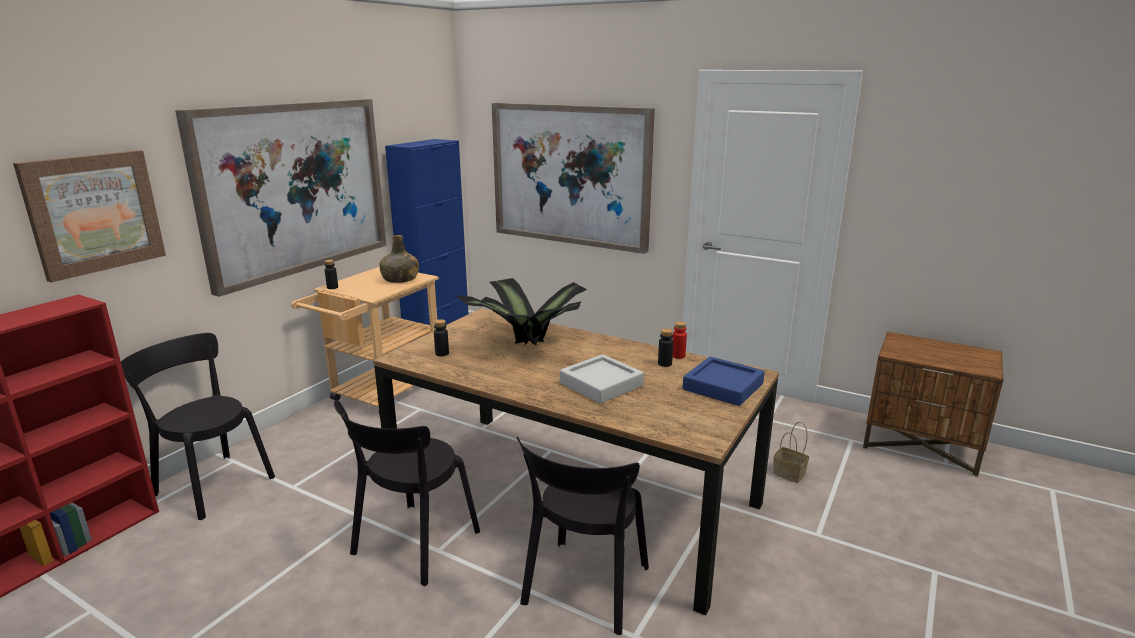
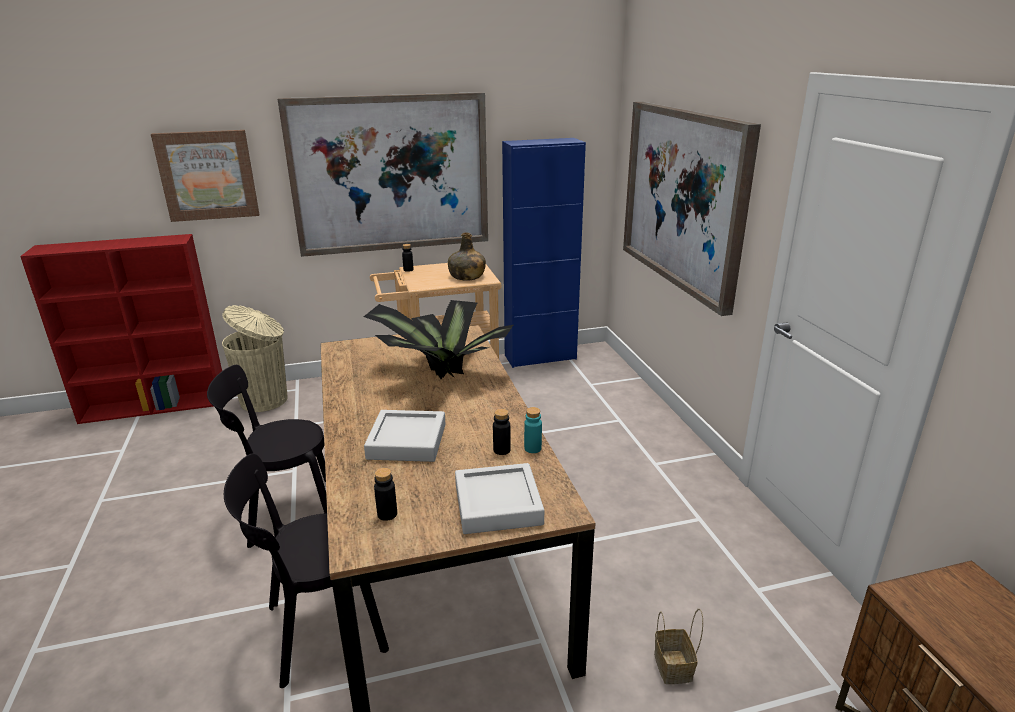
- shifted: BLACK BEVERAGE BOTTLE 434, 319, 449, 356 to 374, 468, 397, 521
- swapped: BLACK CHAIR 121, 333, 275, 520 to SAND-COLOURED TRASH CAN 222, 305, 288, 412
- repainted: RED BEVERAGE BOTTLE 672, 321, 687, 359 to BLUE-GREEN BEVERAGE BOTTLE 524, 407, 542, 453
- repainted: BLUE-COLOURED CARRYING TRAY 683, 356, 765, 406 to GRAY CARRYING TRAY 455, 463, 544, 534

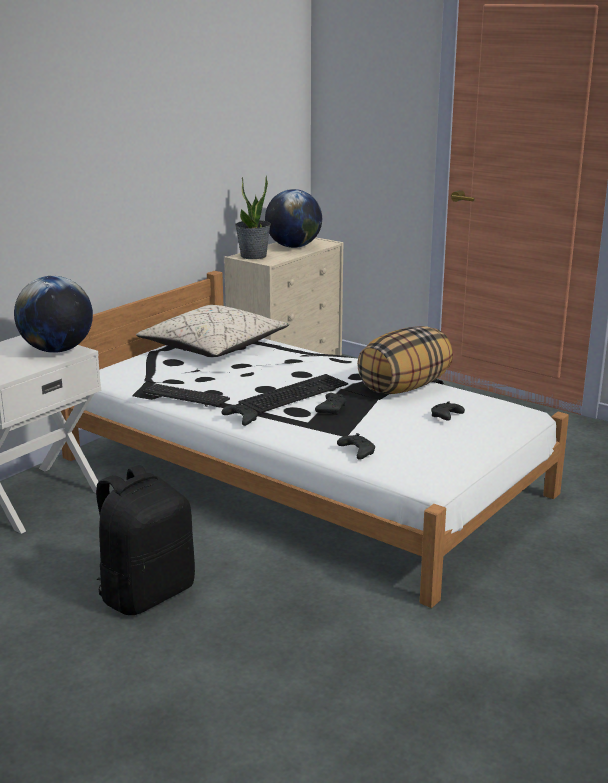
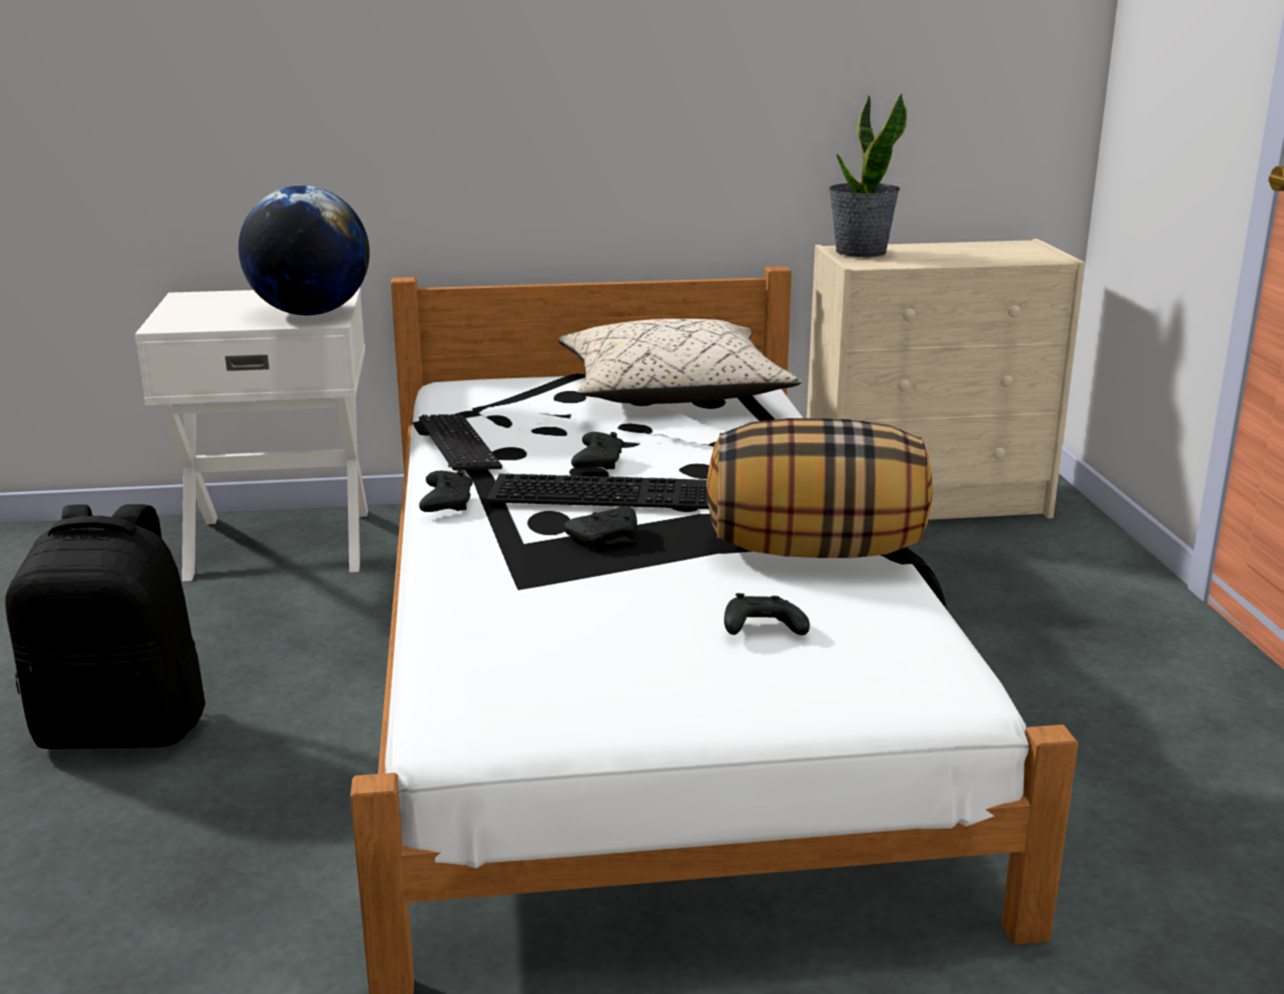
- gone: WORLD GLOBE 265, 189, 322, 248
- shifted: BLACK JOYPAD 337, 433, 375, 460 to 571, 432, 624, 470

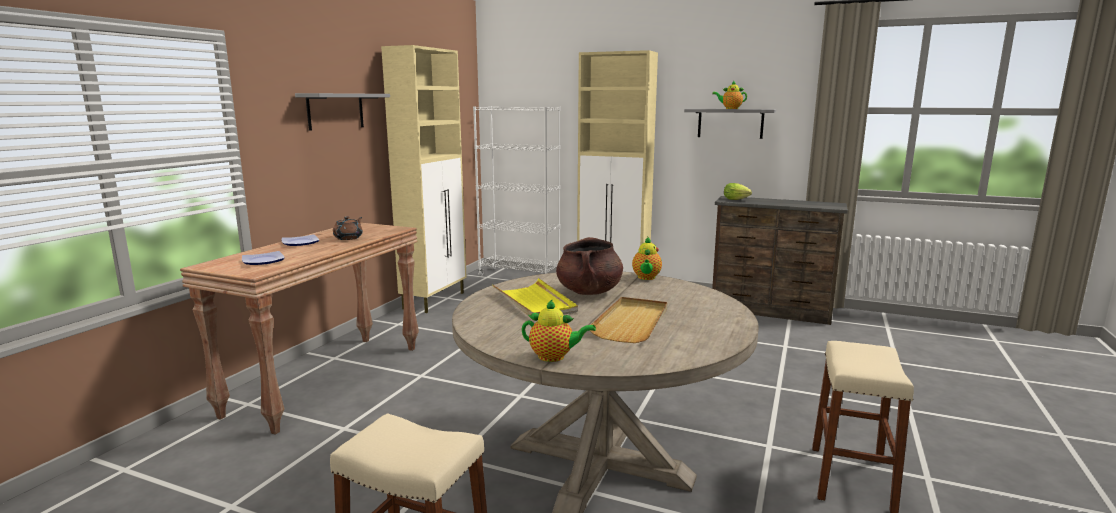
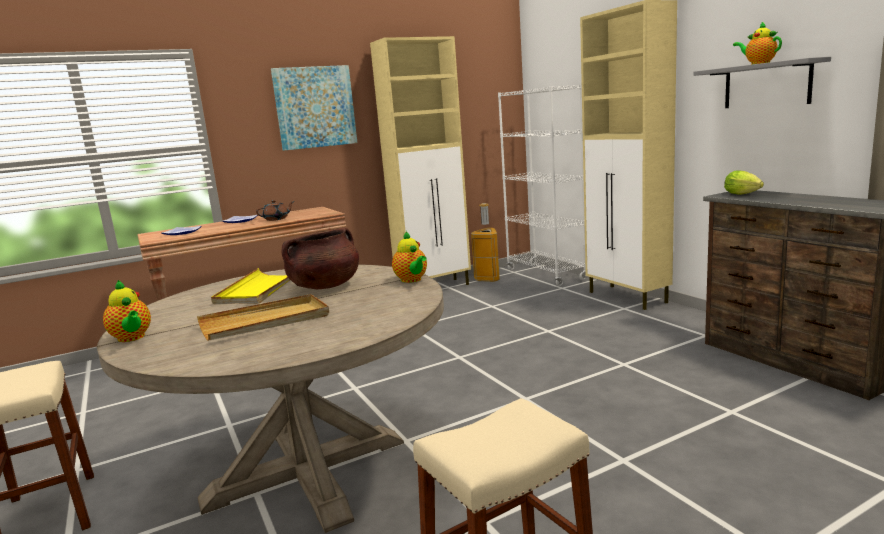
- new: TRASH CAN 471, 203, 500, 282
- swapped: GRAY SHELF 295, 93, 390, 131 to WALL PICTURE 271, 65, 357, 151
- rotated: TEA POT 632, 237, 662, 280 = 392, 231, 427, 283 75 degrees counterclockwise

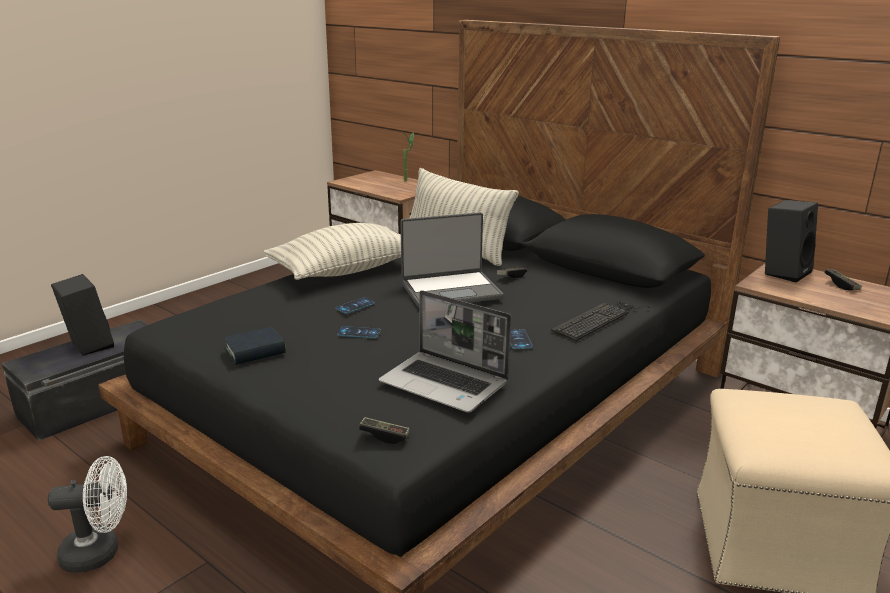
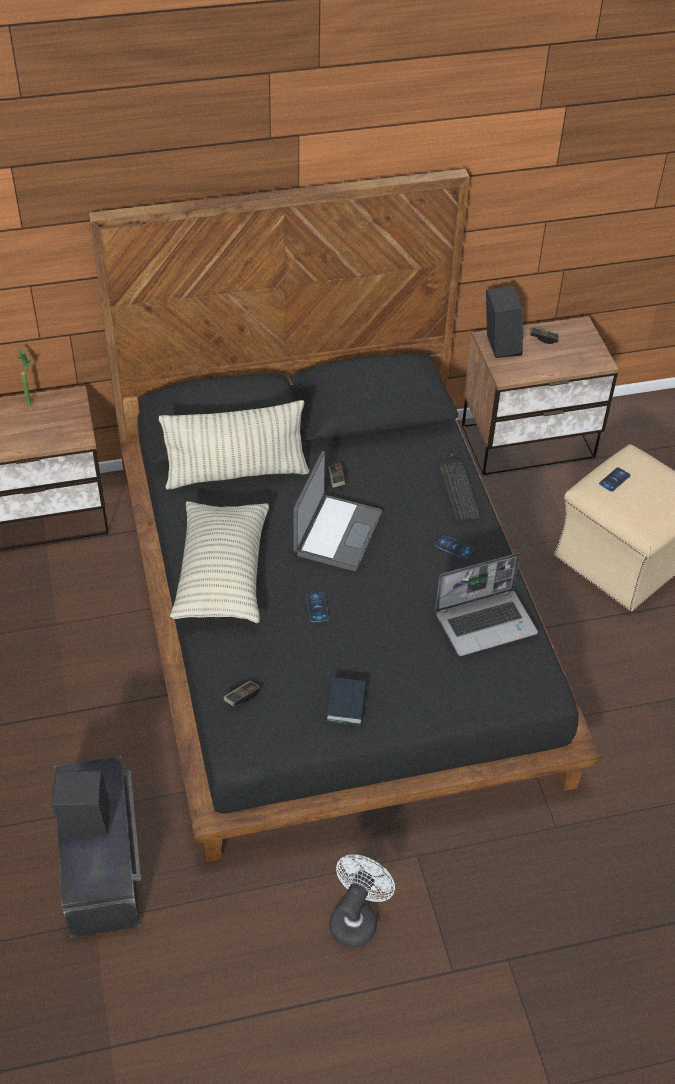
- shifted: PHONE 338, 326, 381, 338 to 599, 467, 631, 492
- shifted: JOYPAD 359, 417, 410, 444 to 224, 681, 261, 707

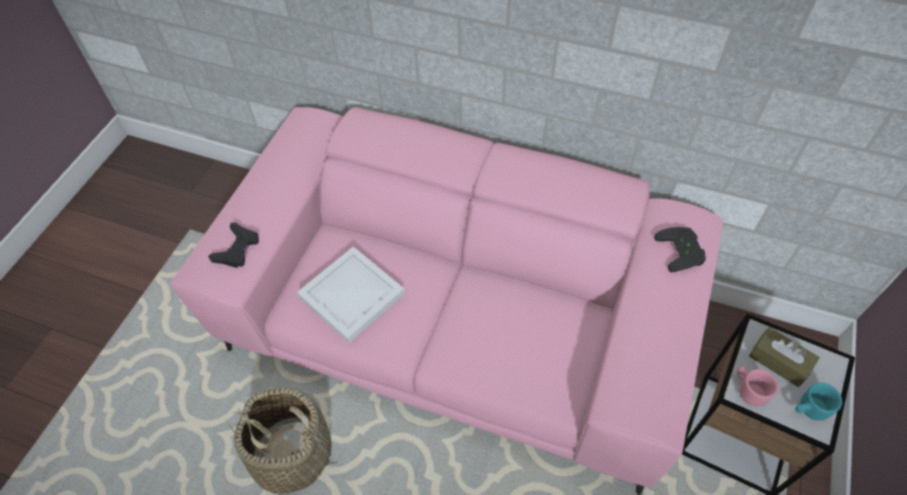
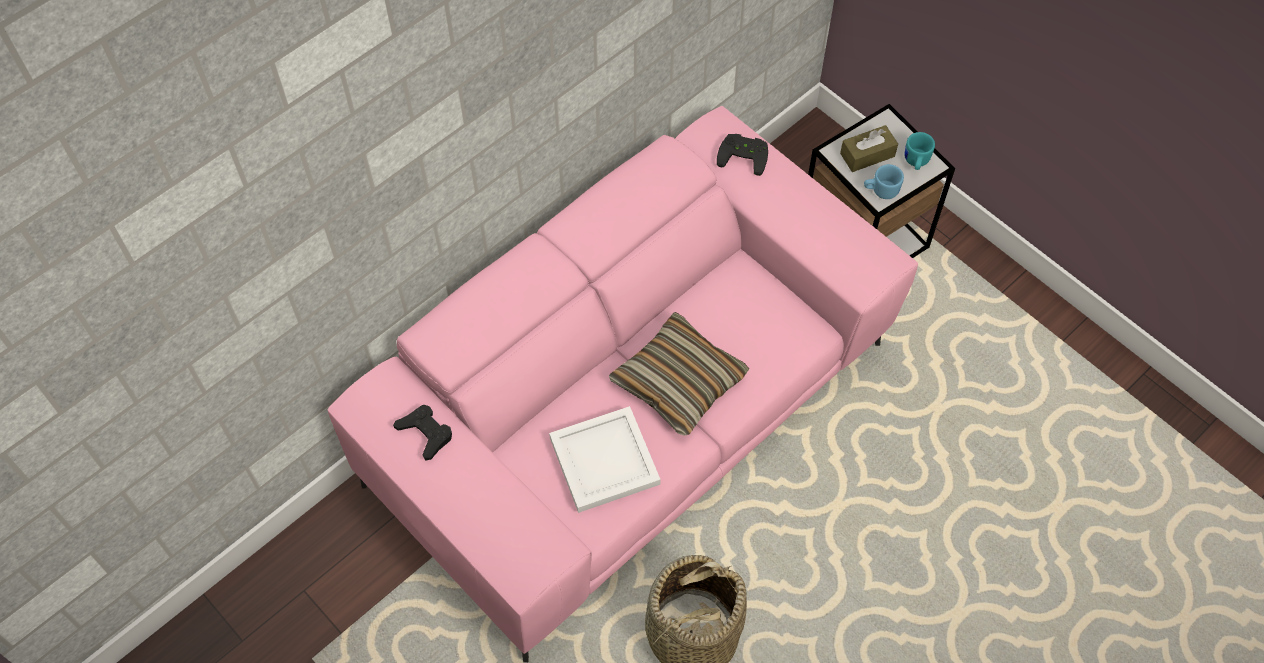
- new: THROW PILLOW 609, 312, 749, 436
- shifted: BLACK JOYPAD 208, 223, 259, 268 to 393, 405, 452, 461
- repainted: PINK TEA MUG 737, 366, 778, 407 to BLUE-COLOURED TEA MUG 864, 164, 904, 199

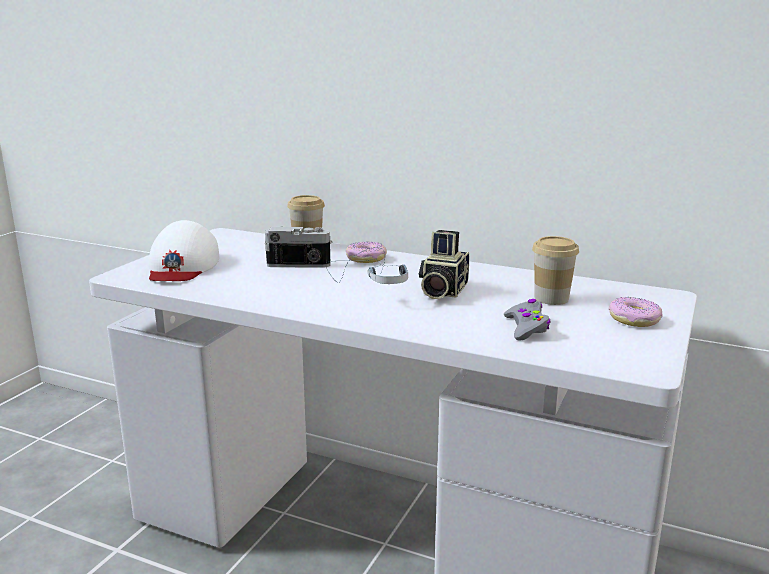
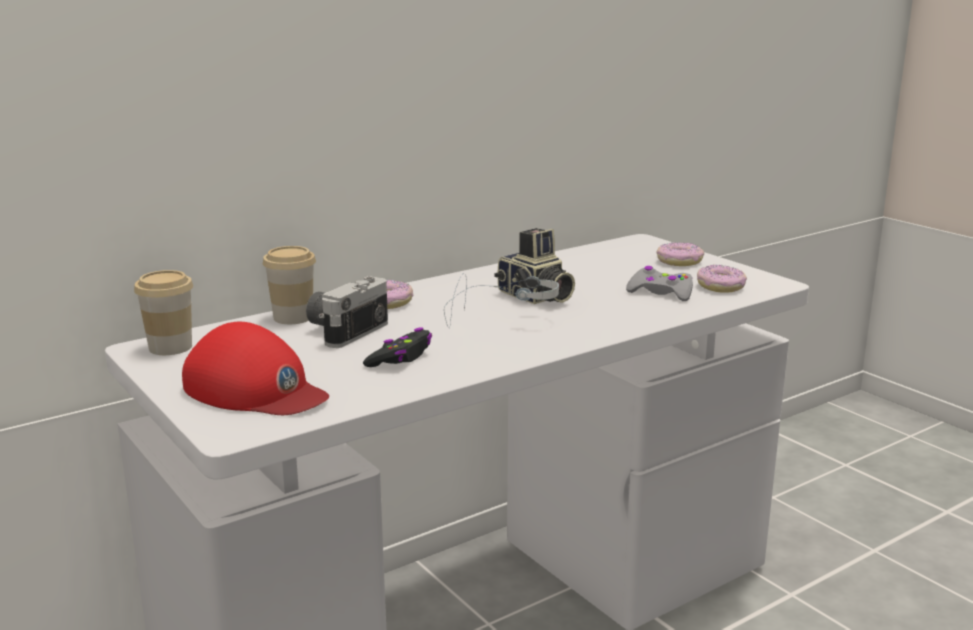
- new: BLACK JOYPAD 363, 327, 432, 367
- new: DOUGHNUT 697, 265, 747, 293
- shifted: CUP 532, 236, 579, 305 to 134, 270, 193, 355
- repainted: WHITE-COLOURED BASEBALL CAP 149, 220, 219, 281 to RED BASEBALL CAP 182, 322, 329, 415

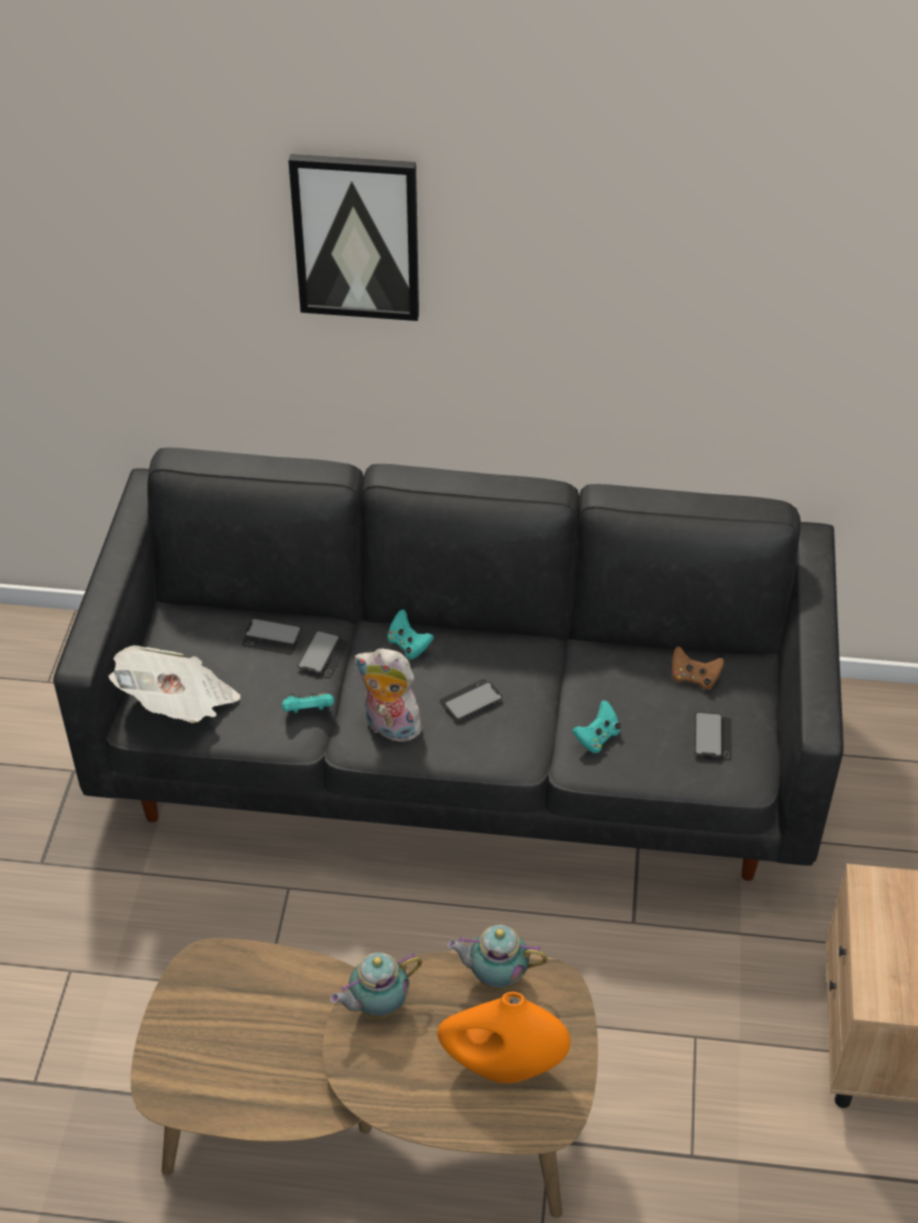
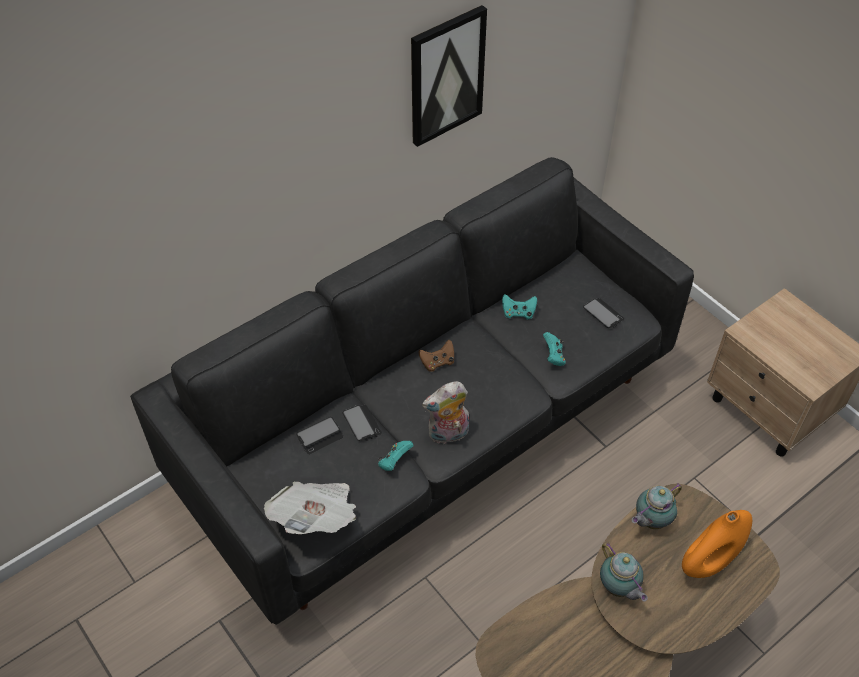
- gone: PHONE 439, 679, 503, 720
- shifted: WALL PICTURE 288, 154, 419, 321 to 411, 5, 487, 147
- shifted: BLUE-GREEN JOYPAD 387, 609, 434, 659 to 502, 294, 537, 319
- shifted: BROWN-COLOURED JOYPAD 672, 646, 724, 690 to 418, 340, 454, 372
- rotated: TEA POT 330, 952, 422, 1019 = 600, 543, 648, 602 45 degrees counterclockwise

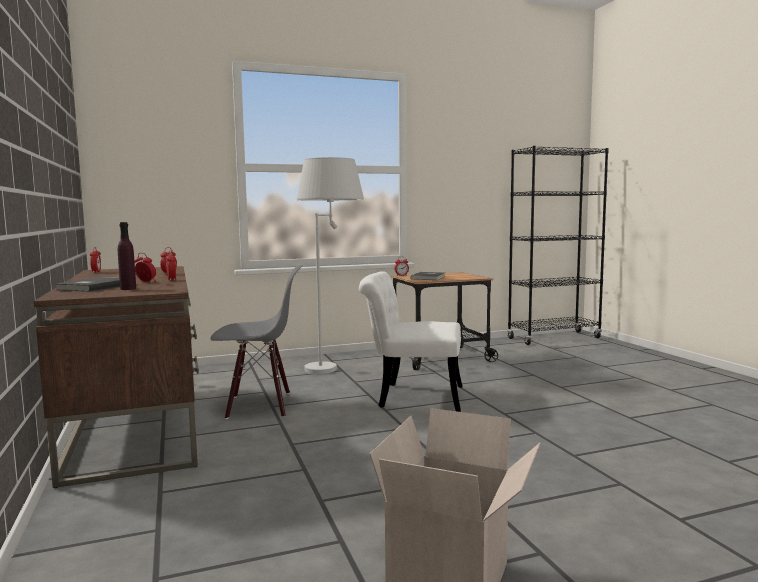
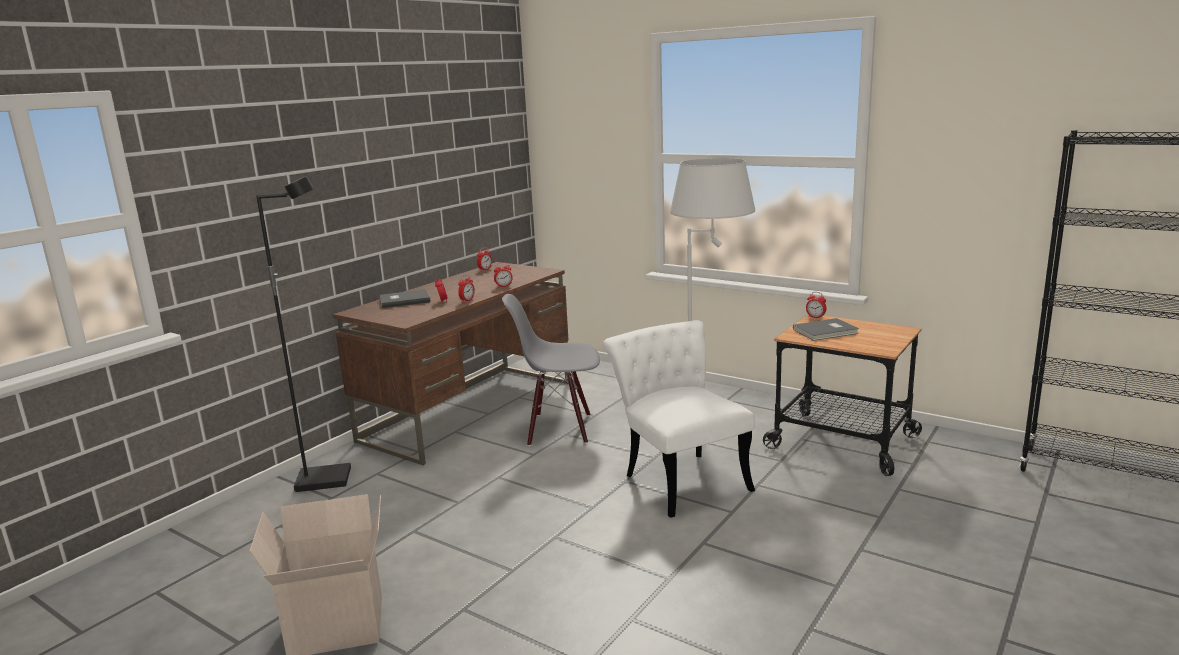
- gone: PURPLE-COLOURED BEVERAGE BOTTLE 118, 222, 136, 290
- new: BLACK FLOOR LAMP 256, 176, 351, 492
- rotated: GRAY CHAIR 210, 265, 303, 419 = 502, 294, 600, 446 135 degrees clockwise

